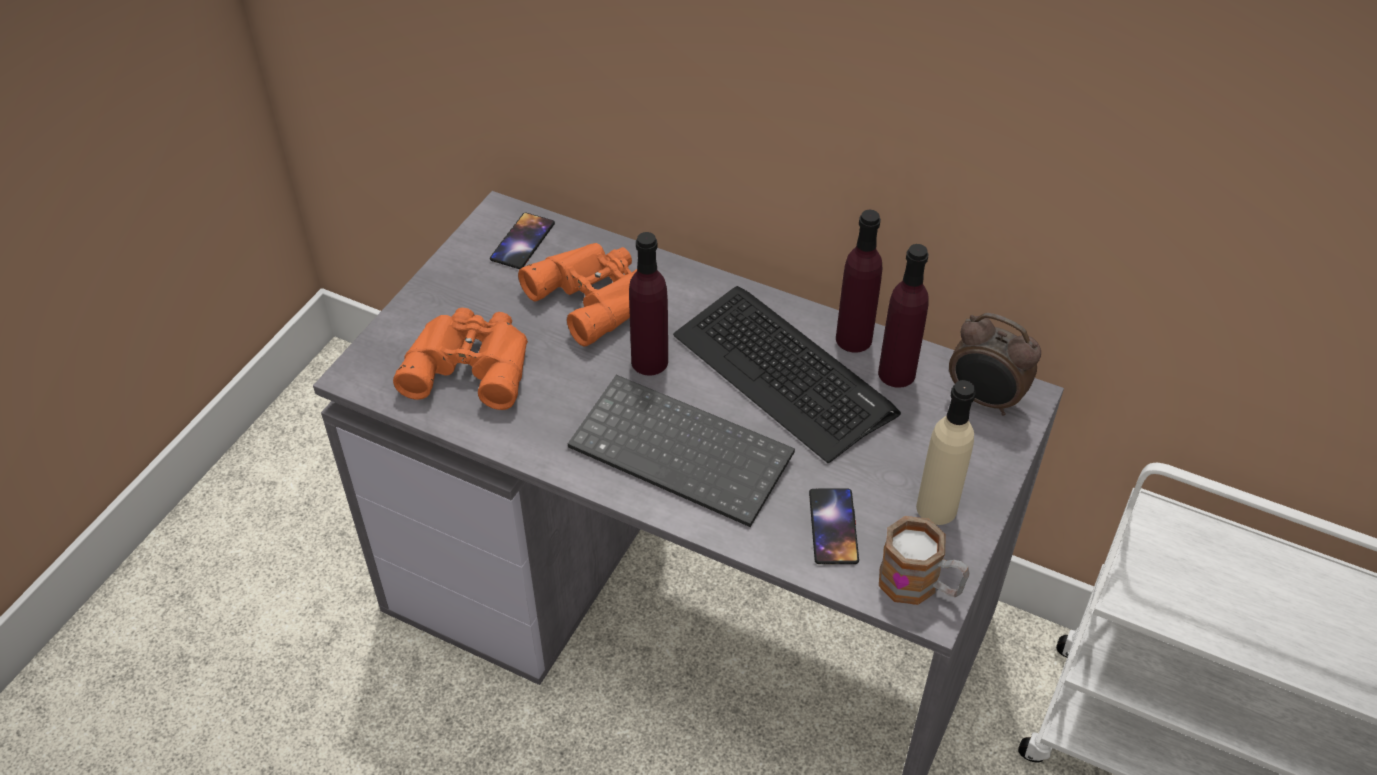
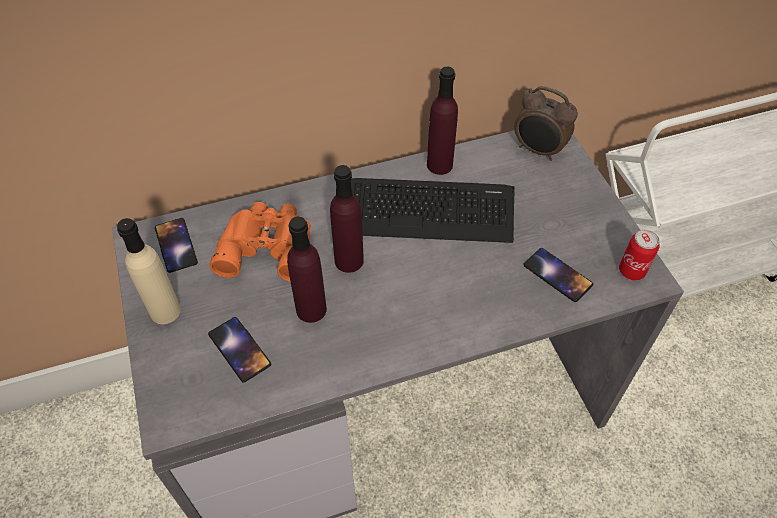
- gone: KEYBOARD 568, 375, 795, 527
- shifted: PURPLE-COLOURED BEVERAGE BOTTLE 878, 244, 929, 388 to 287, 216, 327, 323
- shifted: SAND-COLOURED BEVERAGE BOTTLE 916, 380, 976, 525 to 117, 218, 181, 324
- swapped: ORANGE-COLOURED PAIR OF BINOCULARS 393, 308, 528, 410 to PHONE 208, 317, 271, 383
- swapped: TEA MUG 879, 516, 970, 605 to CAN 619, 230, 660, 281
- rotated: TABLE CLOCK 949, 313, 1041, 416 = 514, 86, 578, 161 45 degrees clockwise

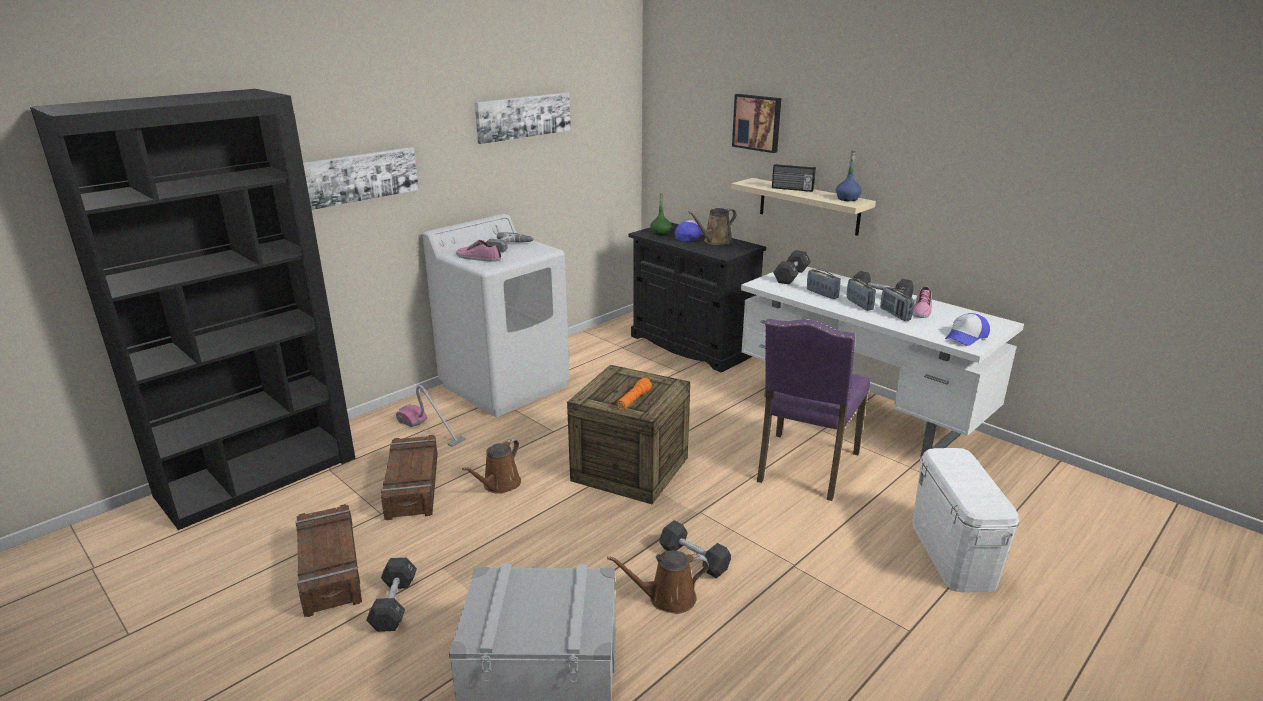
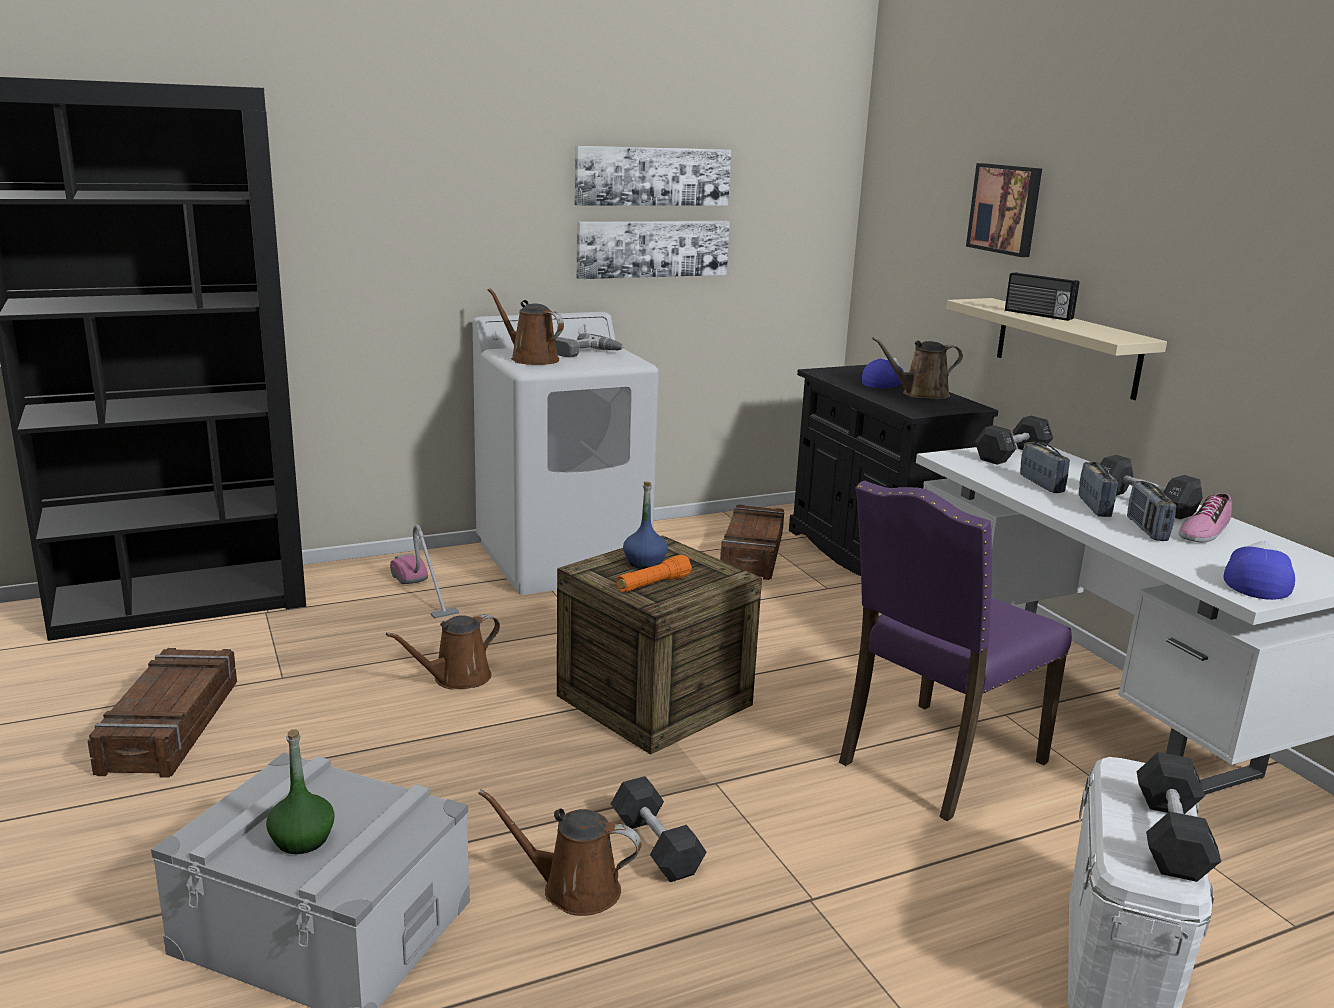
- shifted: WALL PICTURE 303, 147, 419, 210 to 576, 221, 730, 279
- shifted: BLACK HAND WEIGHT 366, 558, 417, 632 to 1137, 752, 1221, 882
- shifted: PACKING CRATE 381, 435, 438, 520 to 720, 505, 784, 580
- shifted: GREEN-COLOURED BEVERAGE BOTTLE 650, 193, 672, 235 to 266, 729, 335, 854
- shifted: BLUE-COLOURED BEVERAGE BOTTLE 836, 151, 862, 201 to 623, 481, 668, 569
- swapped: SHOE 456, 240, 501, 262 to BROWN-COLOURED WATERING POT 488, 288, 564, 365
- rotated: BASEBALL CAP 945, 313, 990, 346 = 1223, 541, 1295, 600 135 degrees clockwise

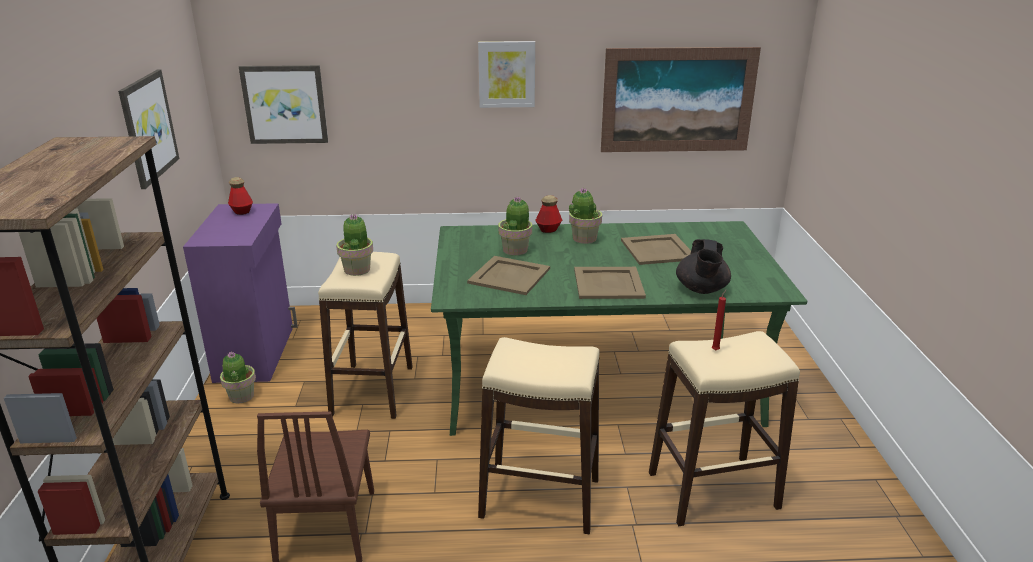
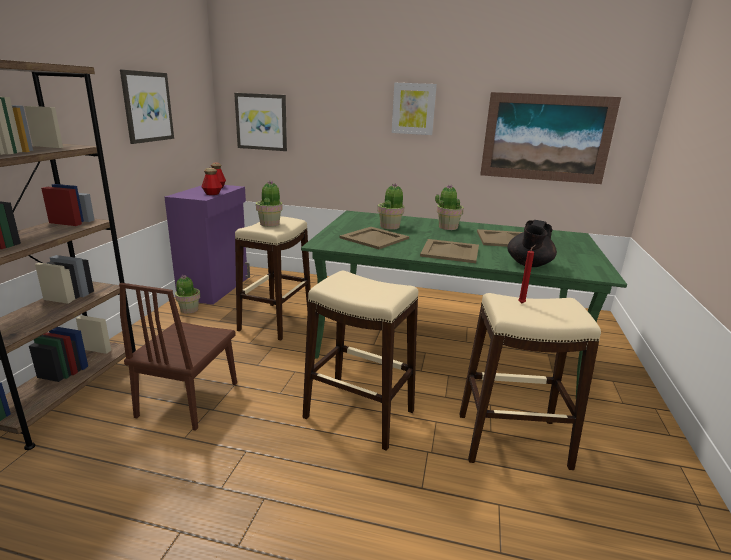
- shifted: BEVERAGE BOTTLE 535, 195, 562, 233 to 201, 168, 222, 195

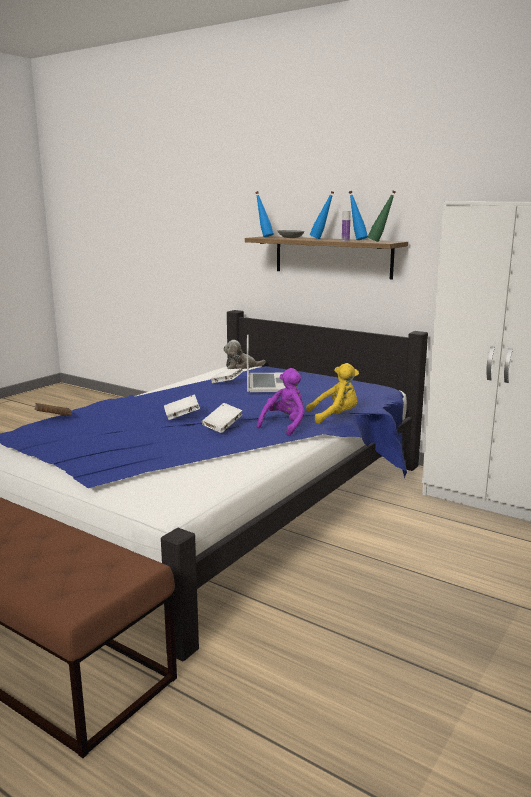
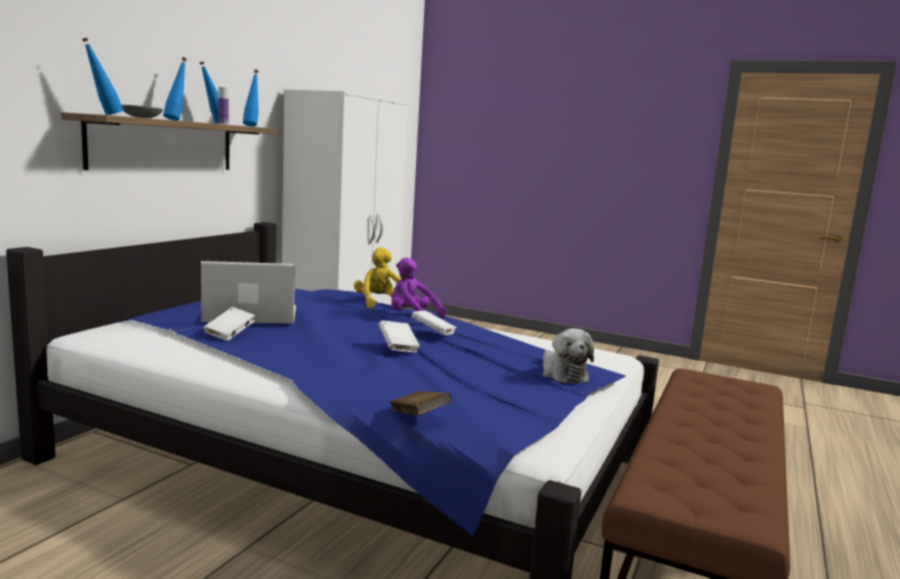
- shifted: CUDDLY TOY 223, 340, 266, 370 to 542, 328, 594, 384
- repainted: GREEN-COLOURED BEVERAGE BOTTLE 368, 191, 396, 242 to BLUE-COLOURED BEVERAGE BOTTLE 243, 70, 259, 127

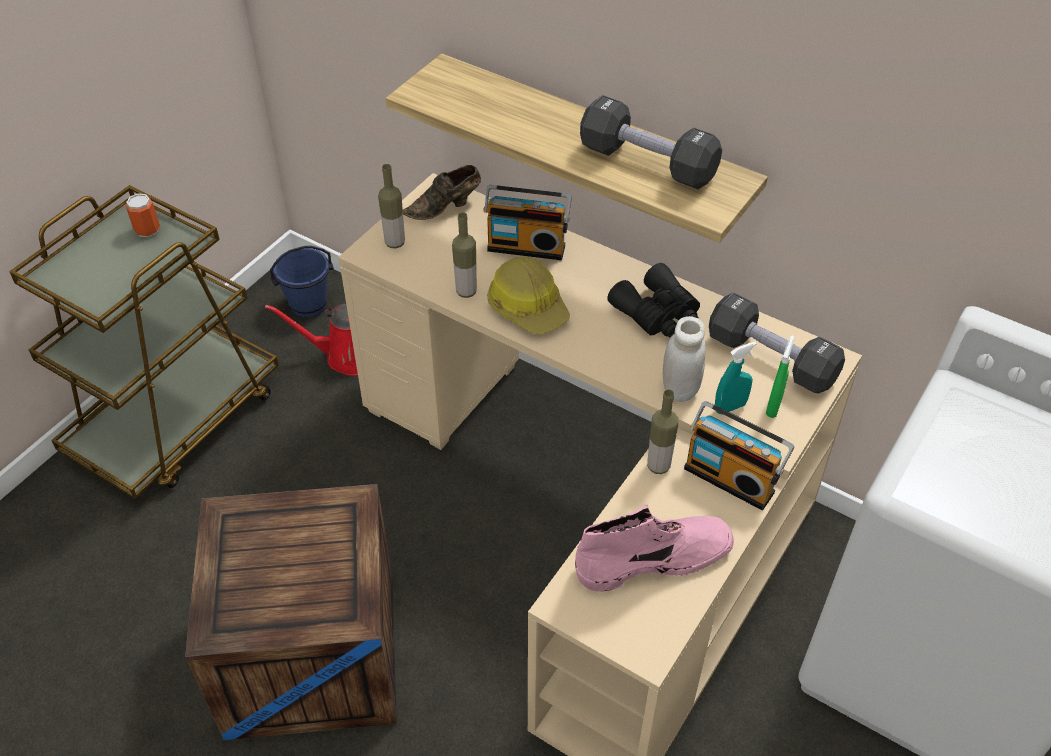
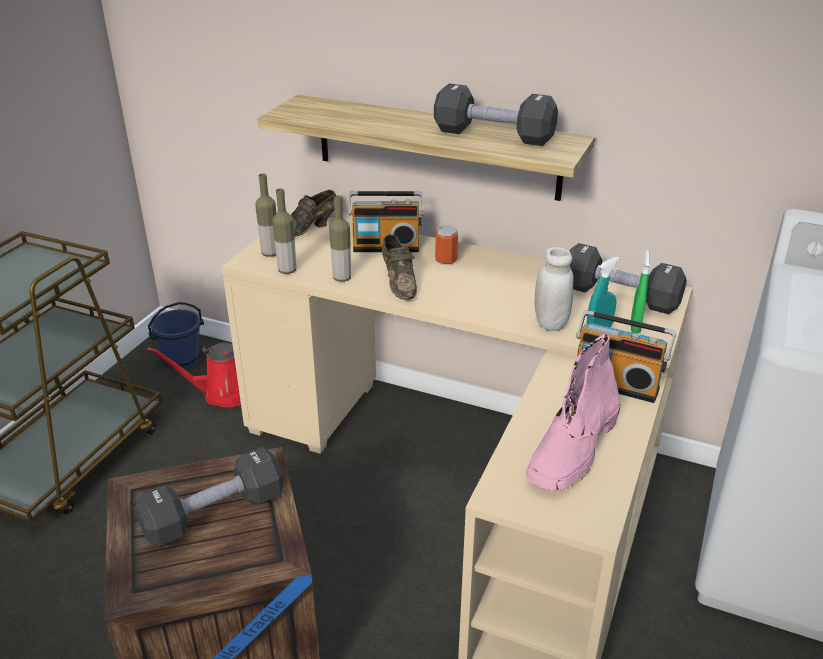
- gone: BLACK PAIR OF BINOCULARS 607, 263, 700, 338
- new: BLACK HAND WEIGHT 134, 447, 284, 547
- shifted: CAN 126, 193, 160, 237 to 435, 225, 458, 265
- shifted: BEVERAGE BOTTLE 647, 389, 678, 474 to 272, 189, 296, 274
- swapped: SAFETY HELMET 487, 257, 570, 334 to BROWN-COLOURED SHOE 382, 234, 417, 300
- rotated: PINK BOOT 575, 505, 734, 592 = 526, 334, 621, 492 150 degrees clockwise

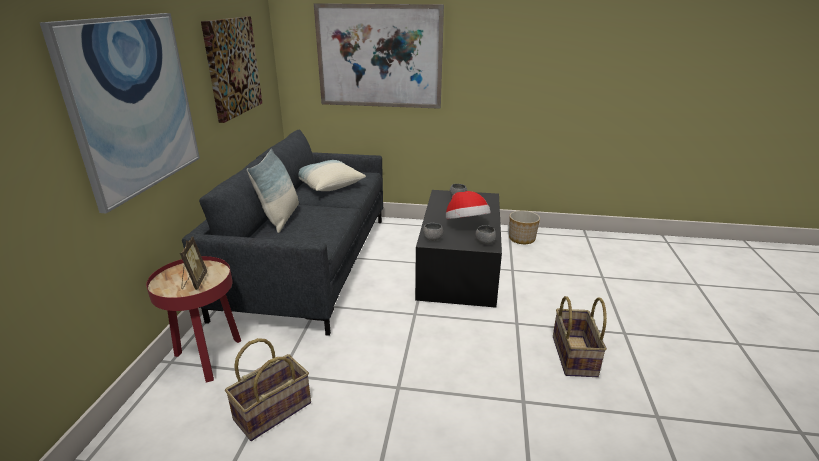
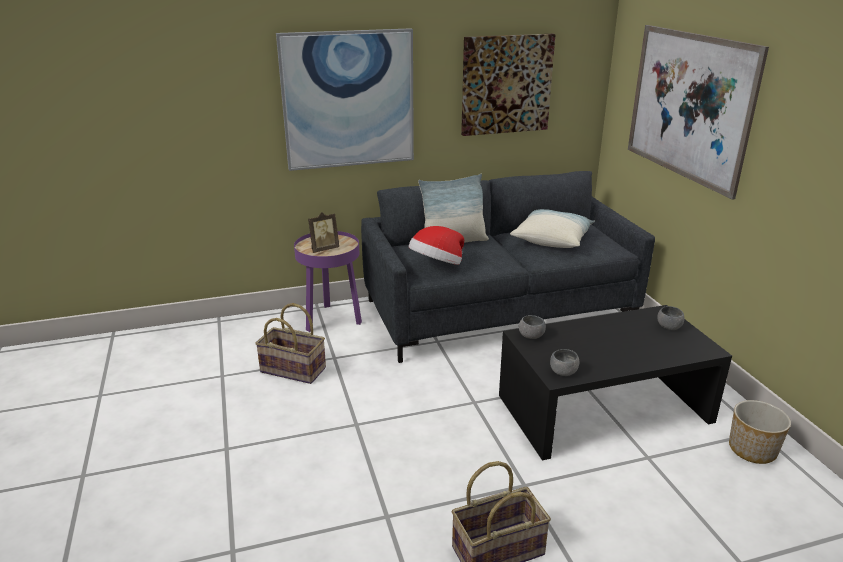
- shifted: WEARABLE HAT 446, 191, 491, 219 to 408, 226, 464, 265
- repainted: RED END TABLE 146, 256, 241, 383 to PURPLE-COLOURED END TABLE 294, 231, 362, 332

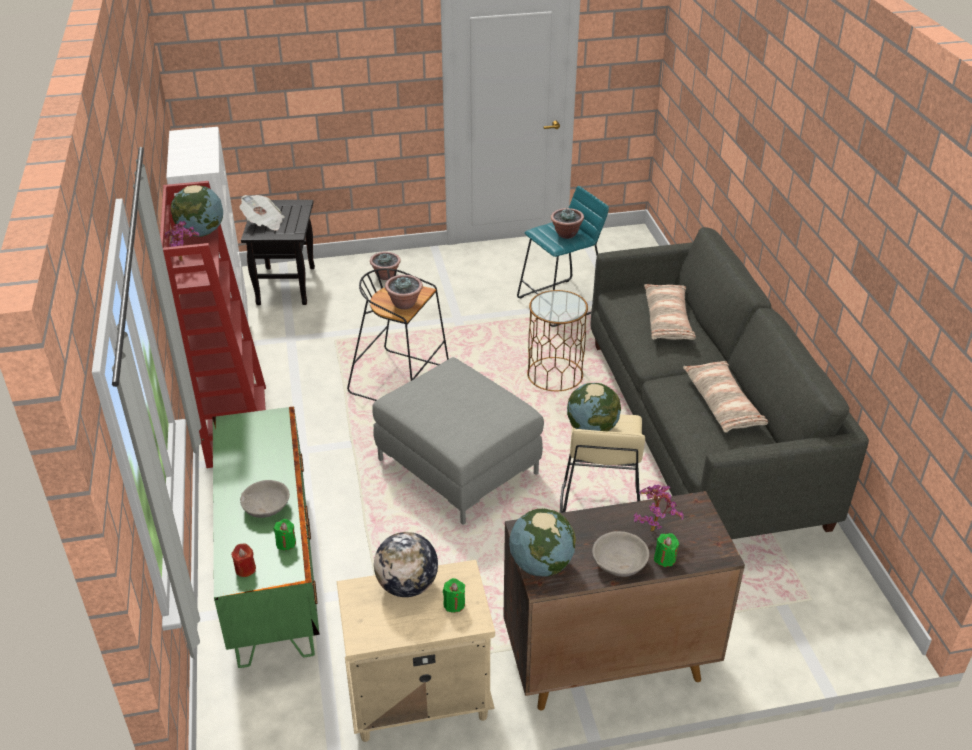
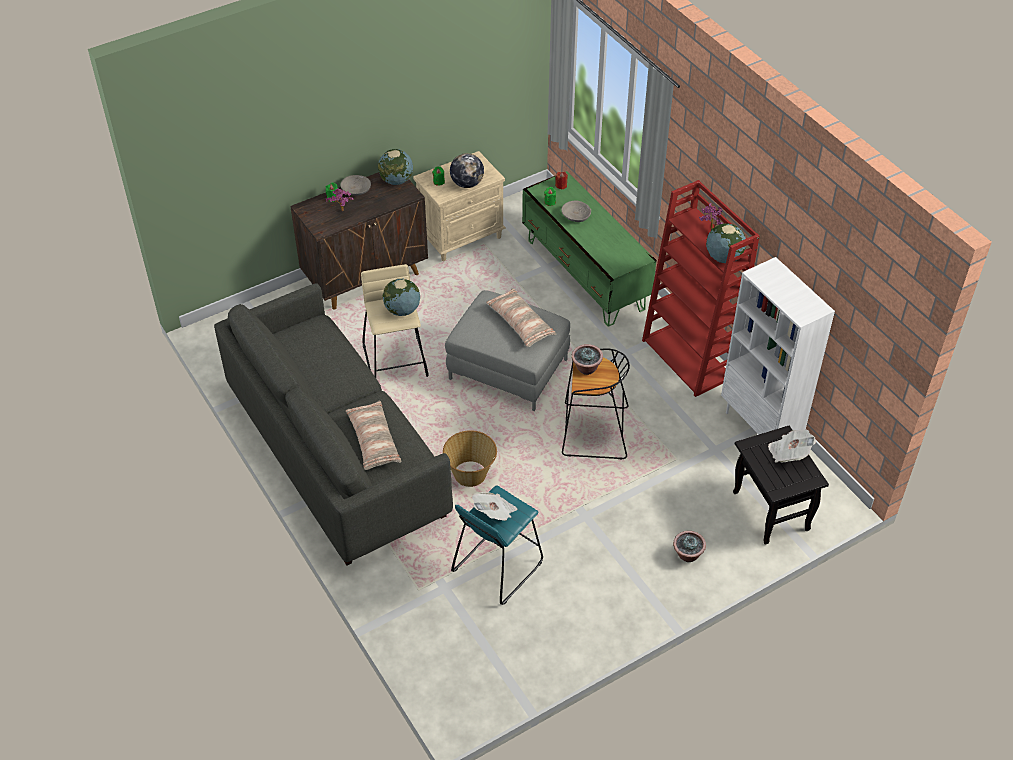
- shifted: THROW PILLOW 683, 361, 768, 433 to 486, 288, 556, 347
- swapped: BROWN-COLOURED END TABLE 527, 290, 588, 391 to HOUSEHOLD BASKET 443, 430, 497, 487
- swapped: PLANT IN A POT 551, 208, 584, 239 to PRINTED PAPER 472, 492, 517, 521

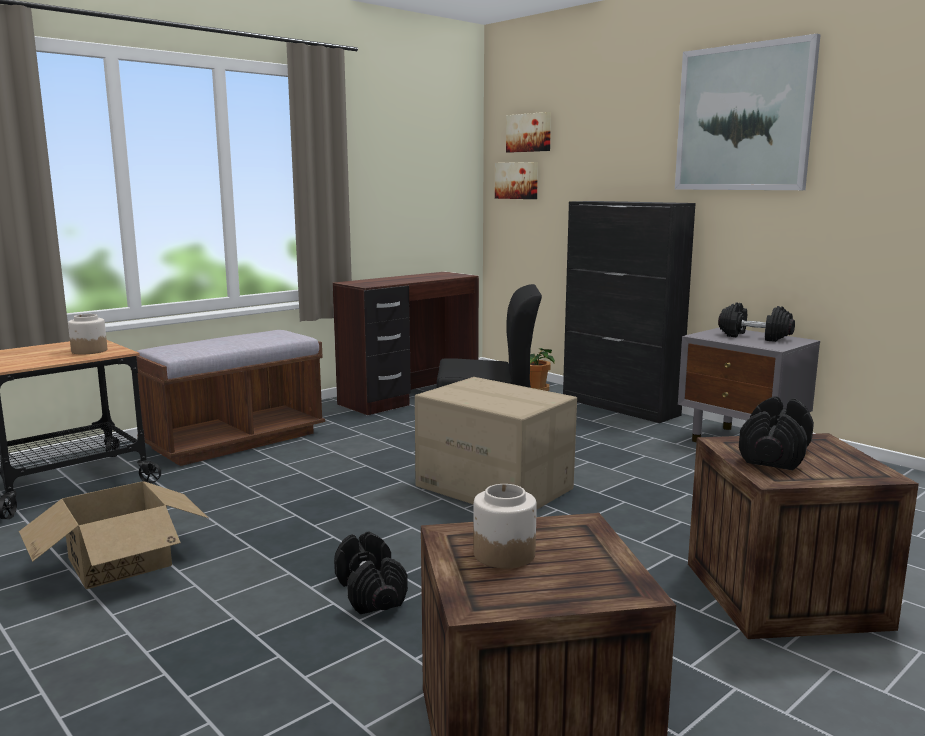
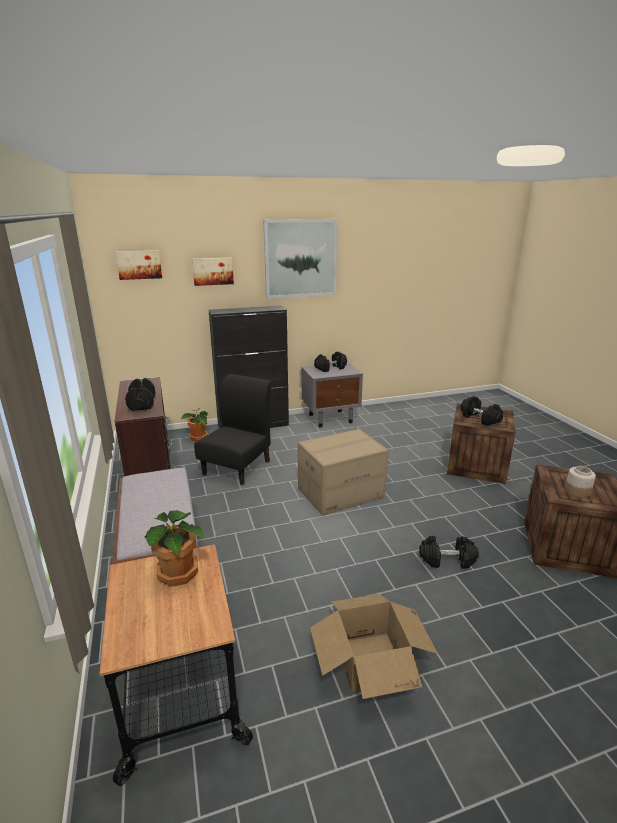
- new: BLACK HAND WEIGHT 125, 378, 155, 411
- shifted: WALL PICTURE 495, 162, 538, 199 to 192, 258, 234, 286
- swapped: STORAGE JAR 68, 314, 107, 354 to PLANT IN A POT 145, 510, 204, 587

